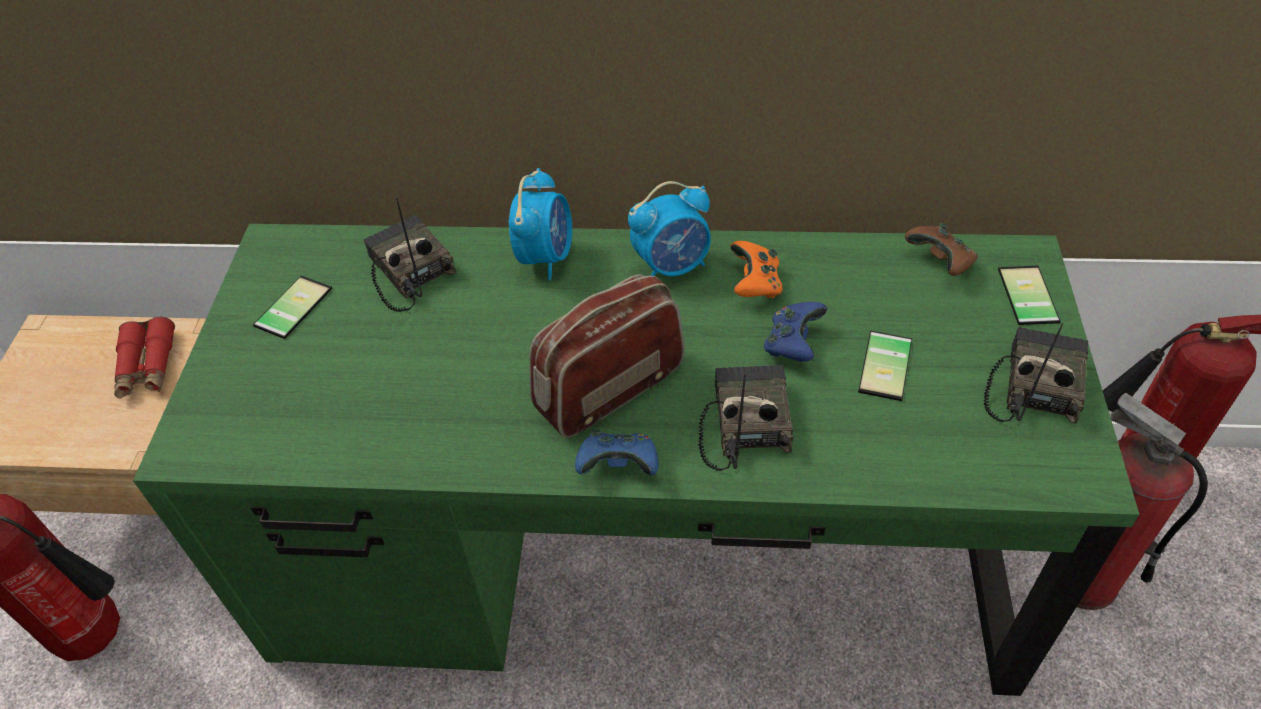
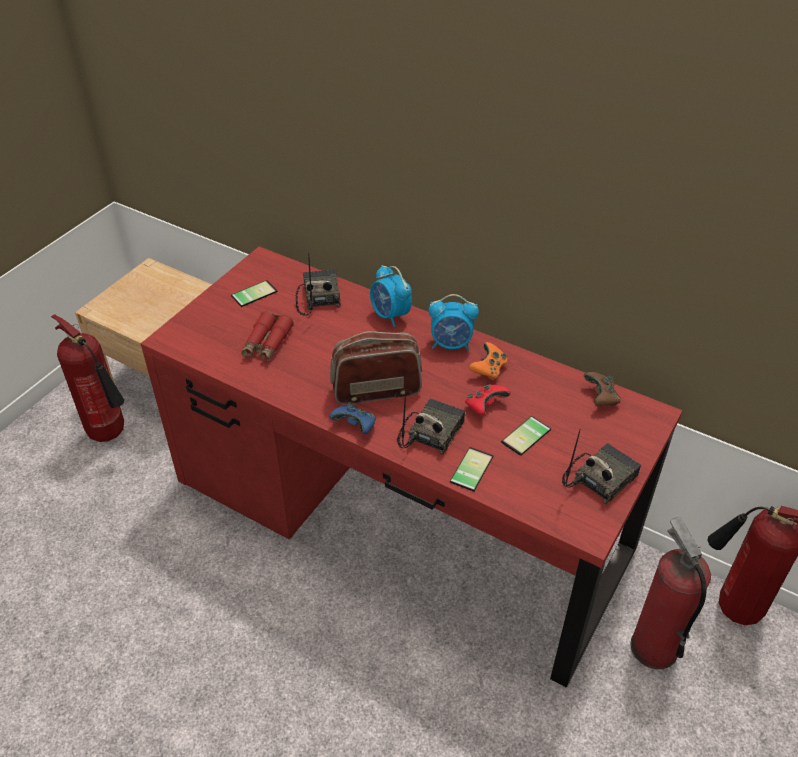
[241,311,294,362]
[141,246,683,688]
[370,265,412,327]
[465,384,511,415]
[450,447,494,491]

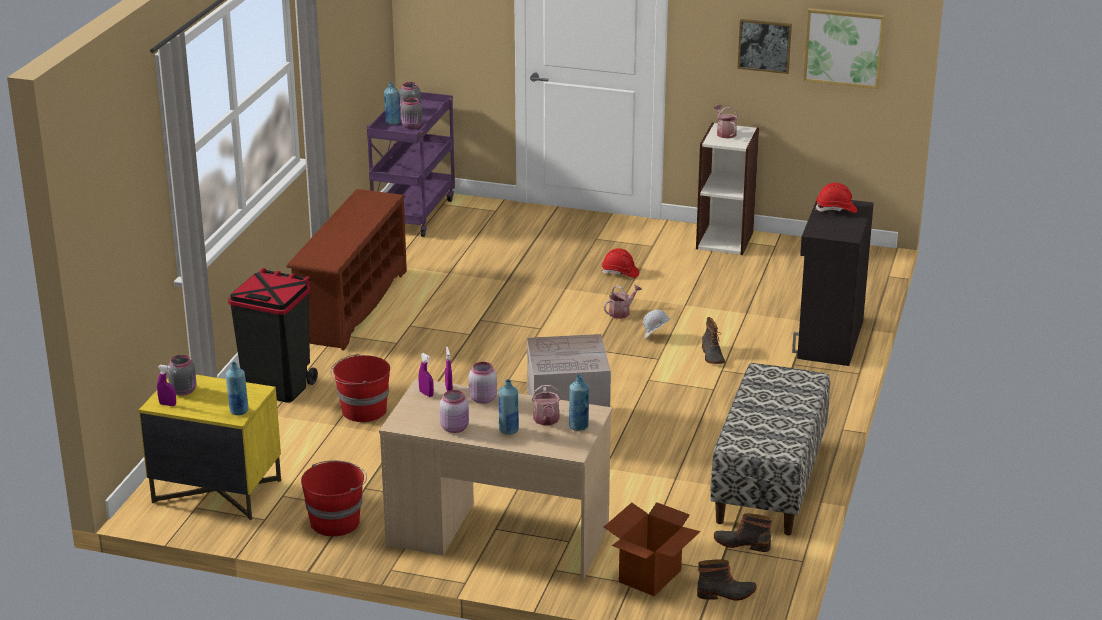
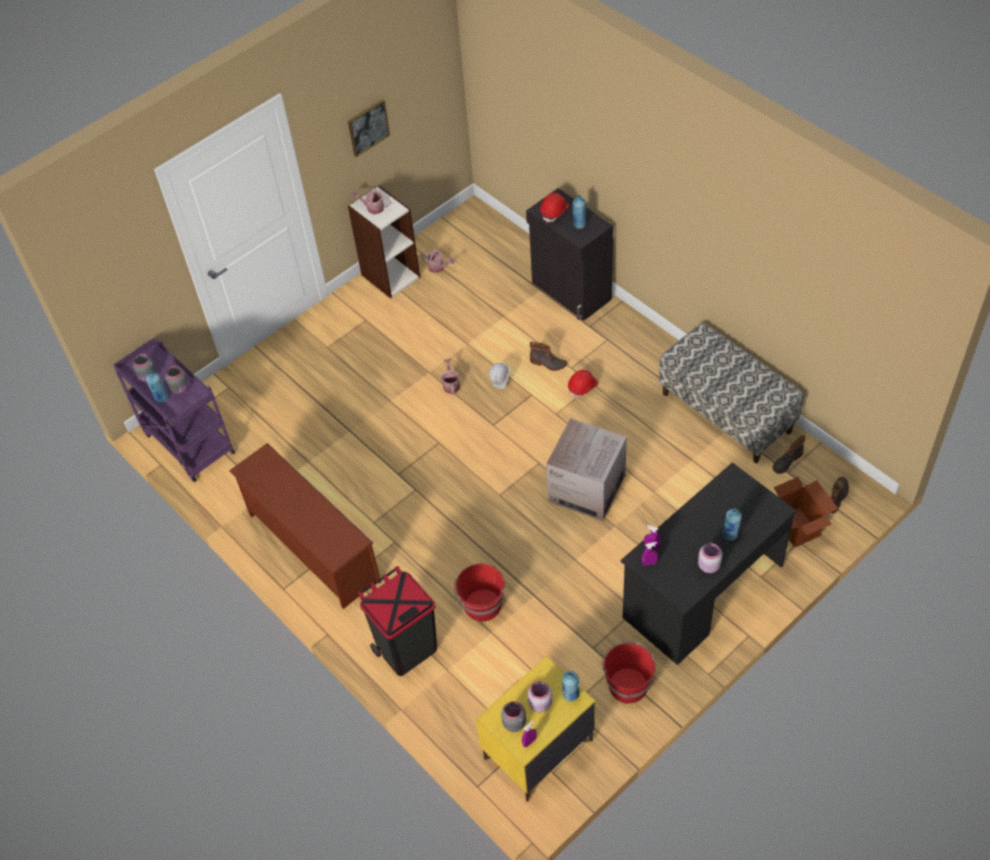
[621,462,797,665]
[528,681,552,712]
[421,248,455,273]
[573,195,587,229]
[568,370,598,398]
[803,8,885,89] (first image)

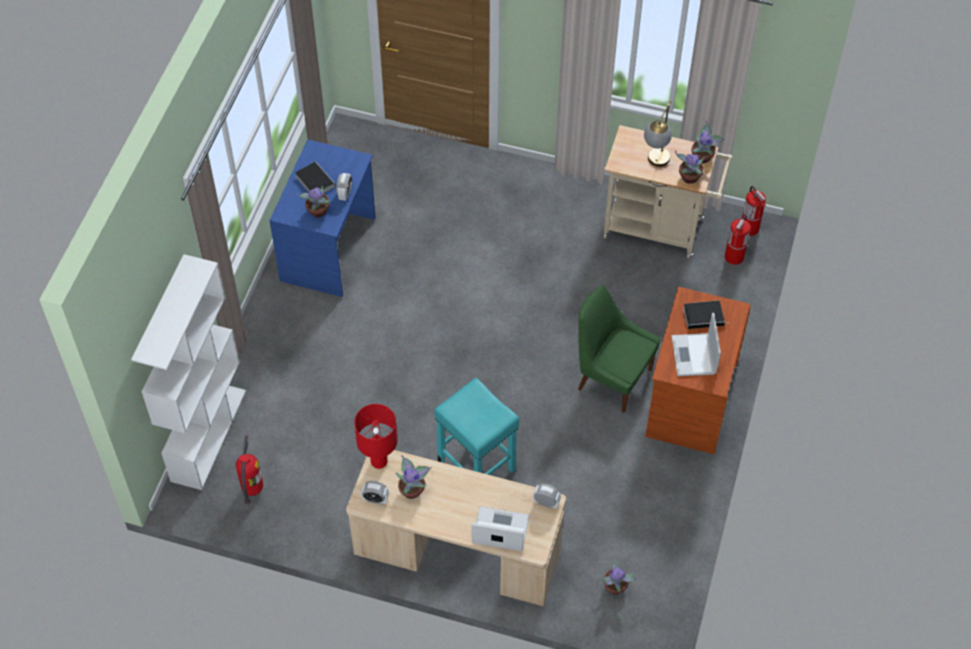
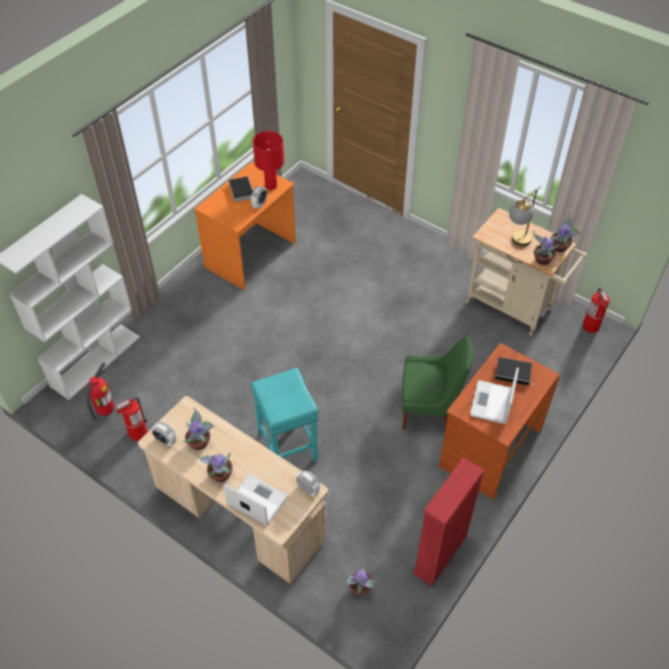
[194,162,296,290]
[197,452,233,482]
[253,131,284,190]
[402,336,474,430]
[116,397,147,441]
[413,457,484,586]

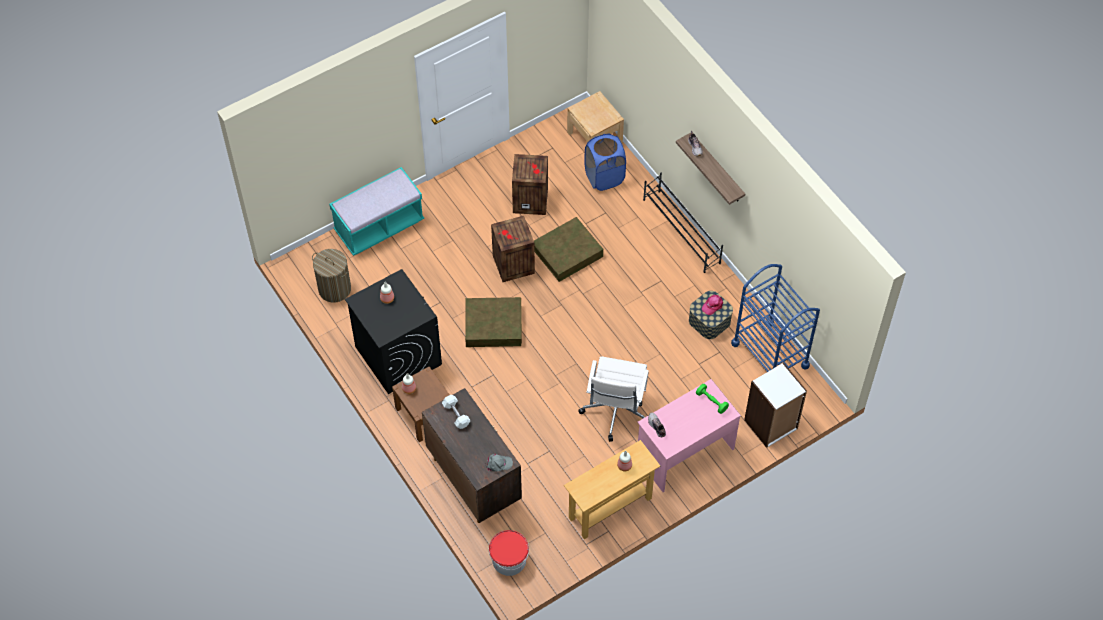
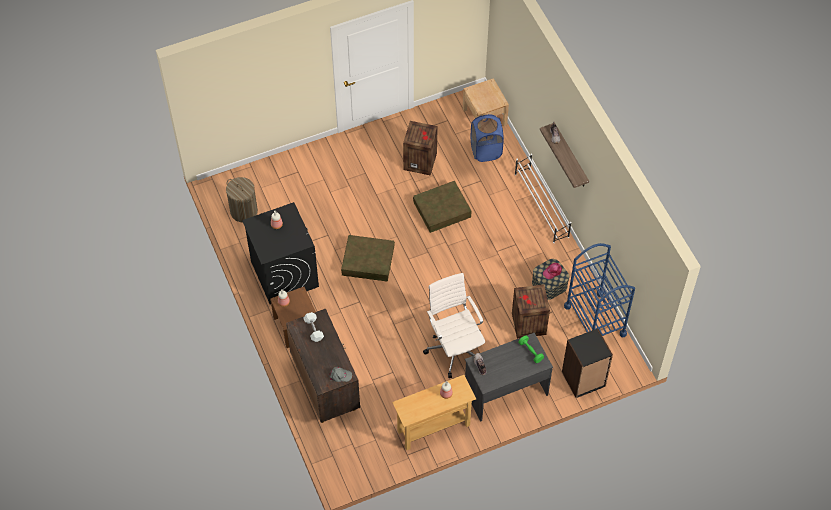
[329,167,424,256] (first image)
[489,530,529,576] (first image)
[512,284,550,339]
[423,273,485,378]
[465,333,553,422]
[515,154,571,243]
[562,328,613,398]

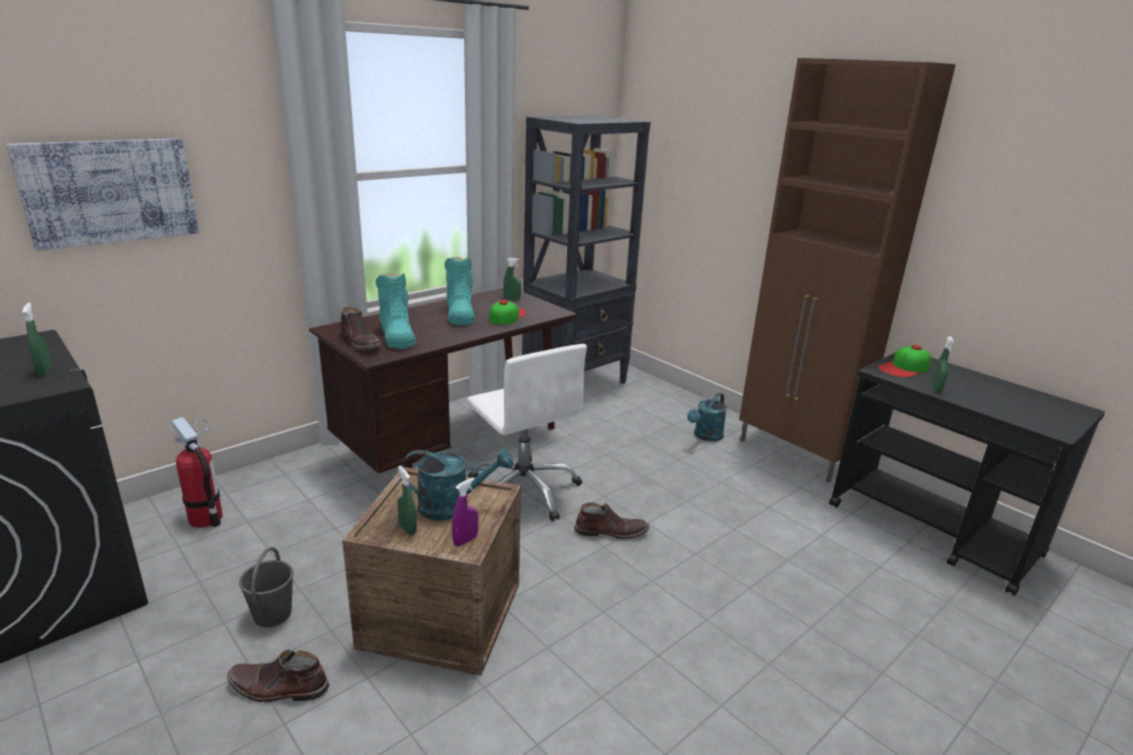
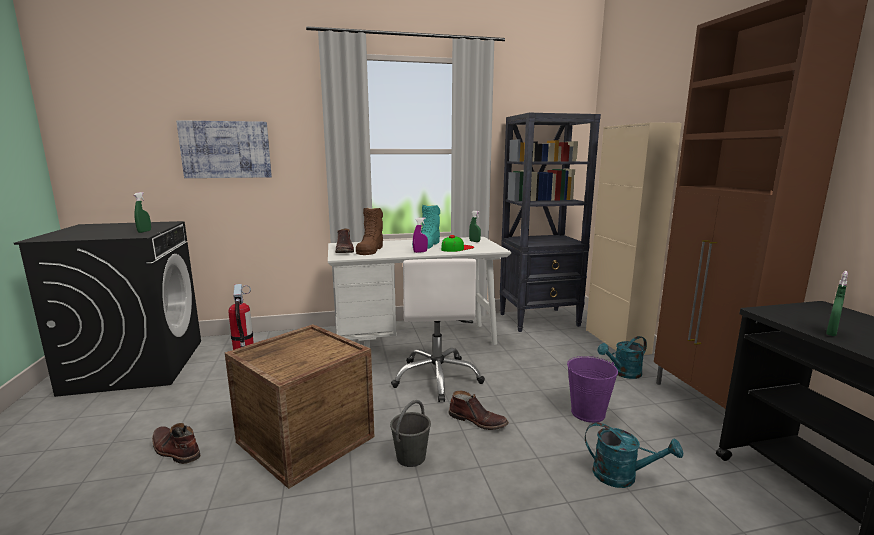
[390,400,431,467]
[328,237,511,348]
[356,208,383,255]
[398,466,417,535] (first image)
[585,422,683,488]
[413,217,428,253]
[878,345,931,377] (first image)
[567,356,618,423]
[586,122,682,355]

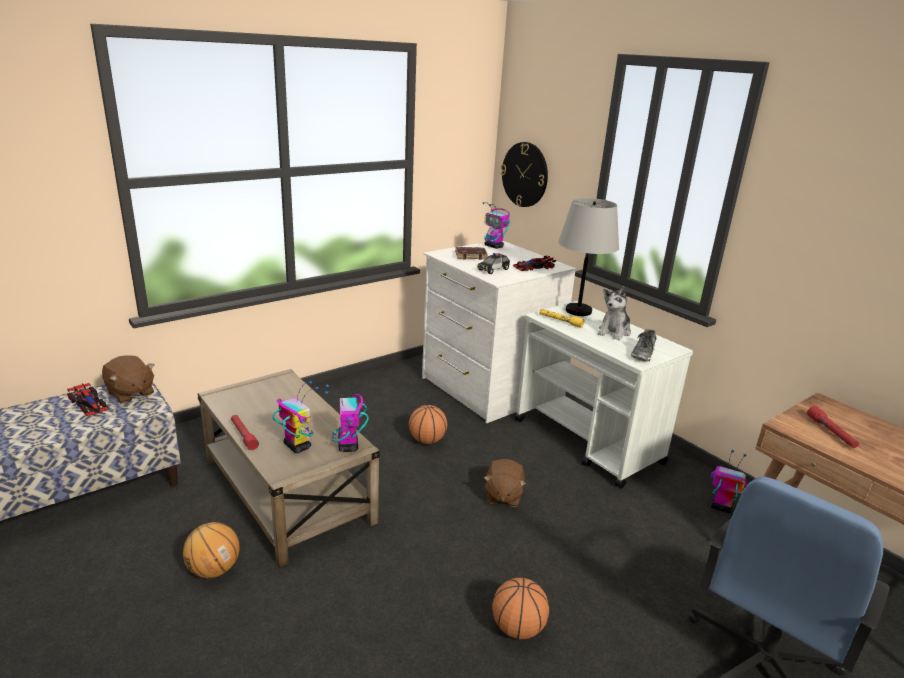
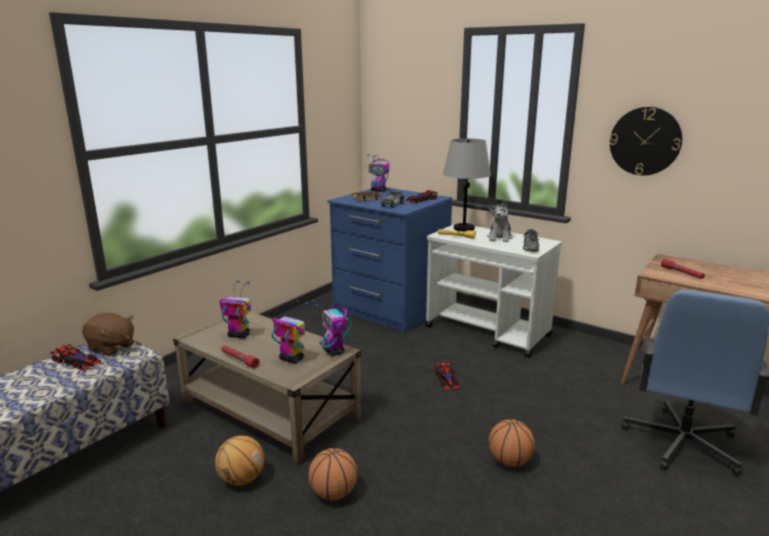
[308,448,357,500]
[327,188,453,333]
[435,363,459,389]
[610,107,682,175]
[220,280,251,338]

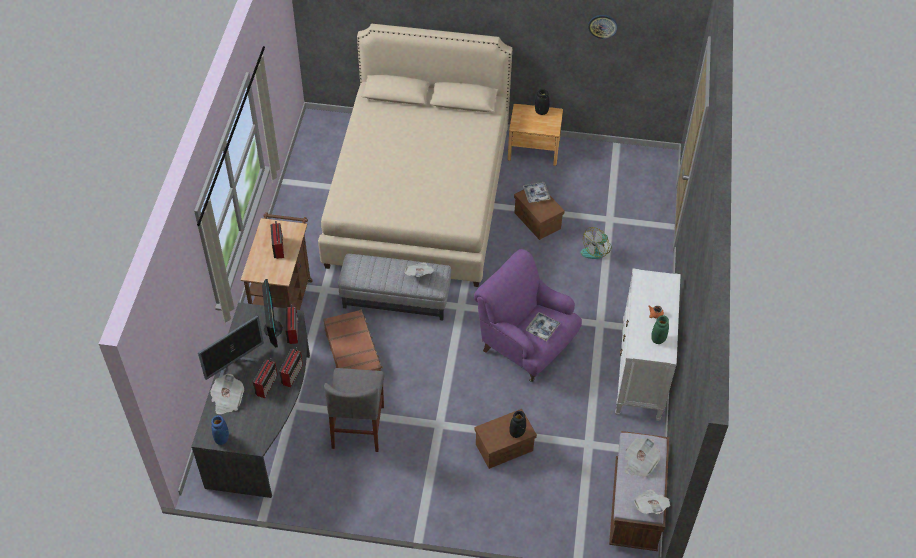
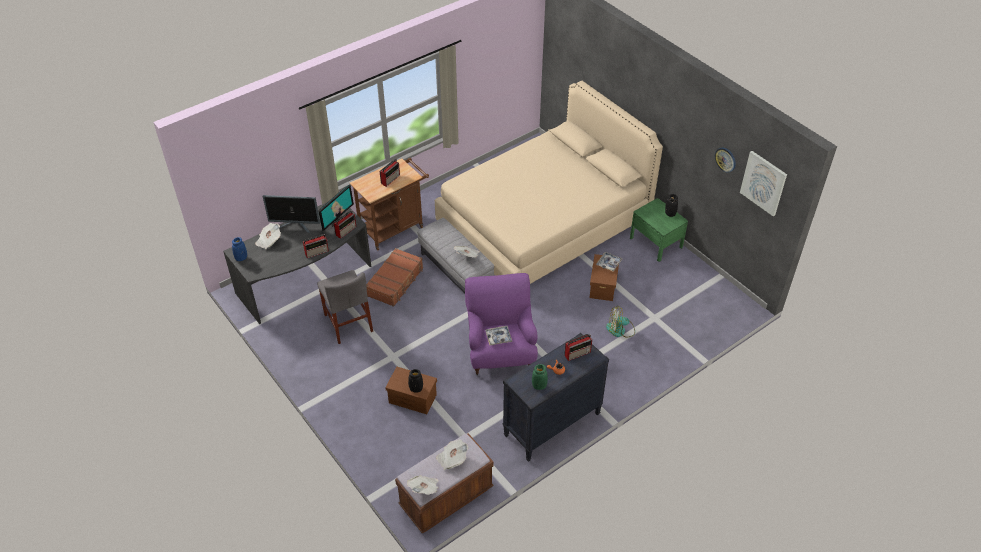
[564,334,592,361]
[317,270,373,344]
[630,198,688,262]
[503,333,609,462]
[740,151,787,216]

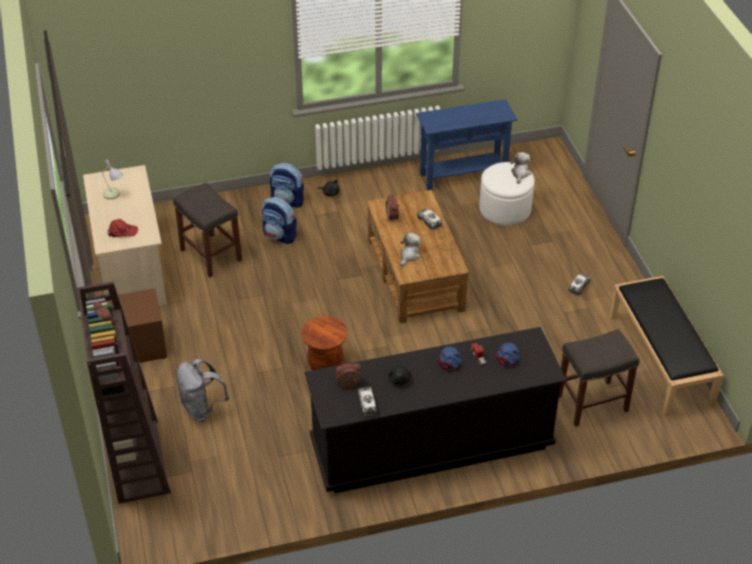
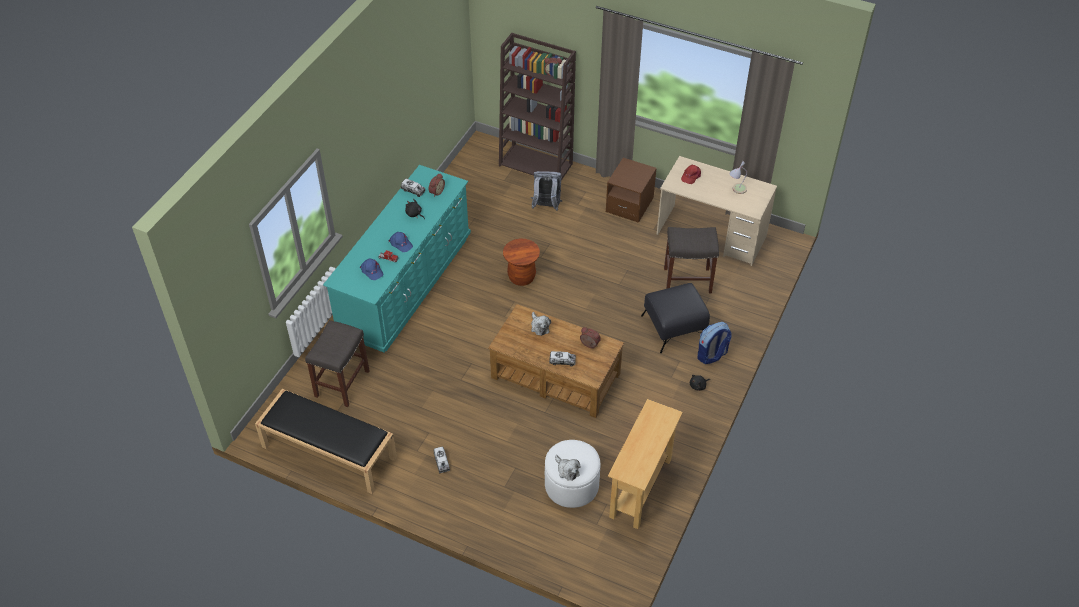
[641,283,710,353]
[323,165,471,352]
[608,399,683,529]

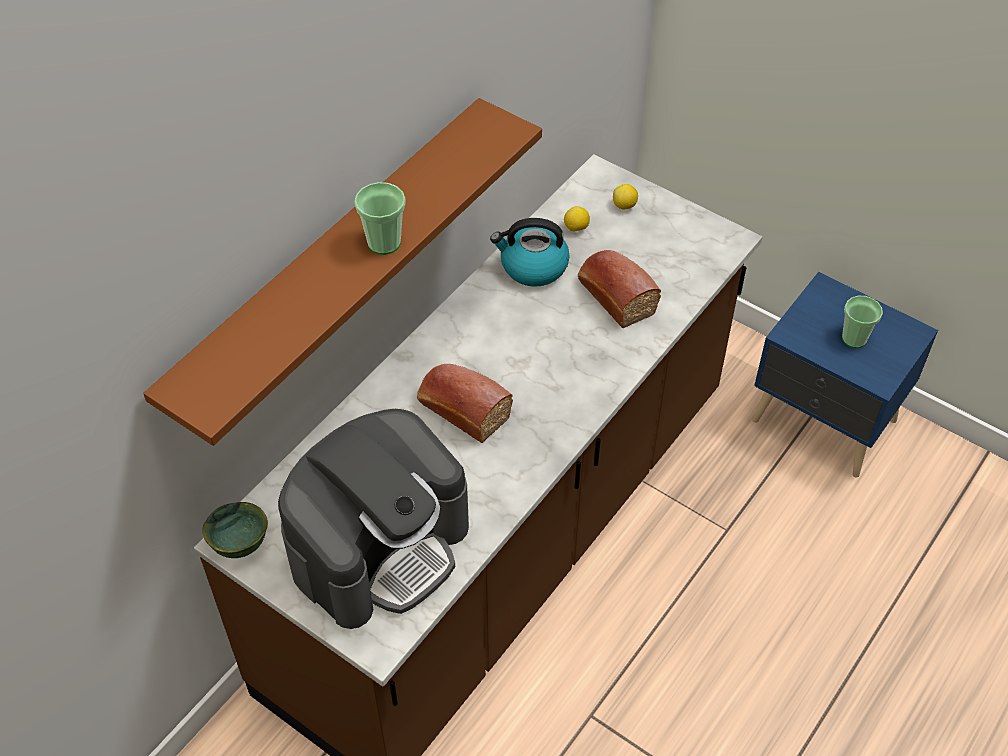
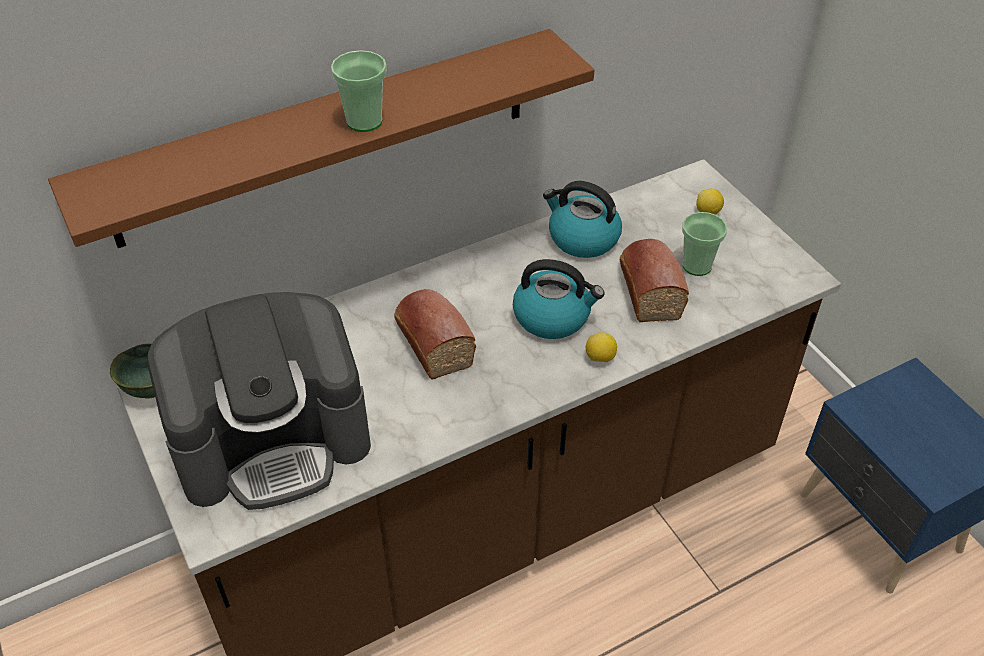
[586,332,617,362]
[682,212,727,276]
[513,259,605,339]

